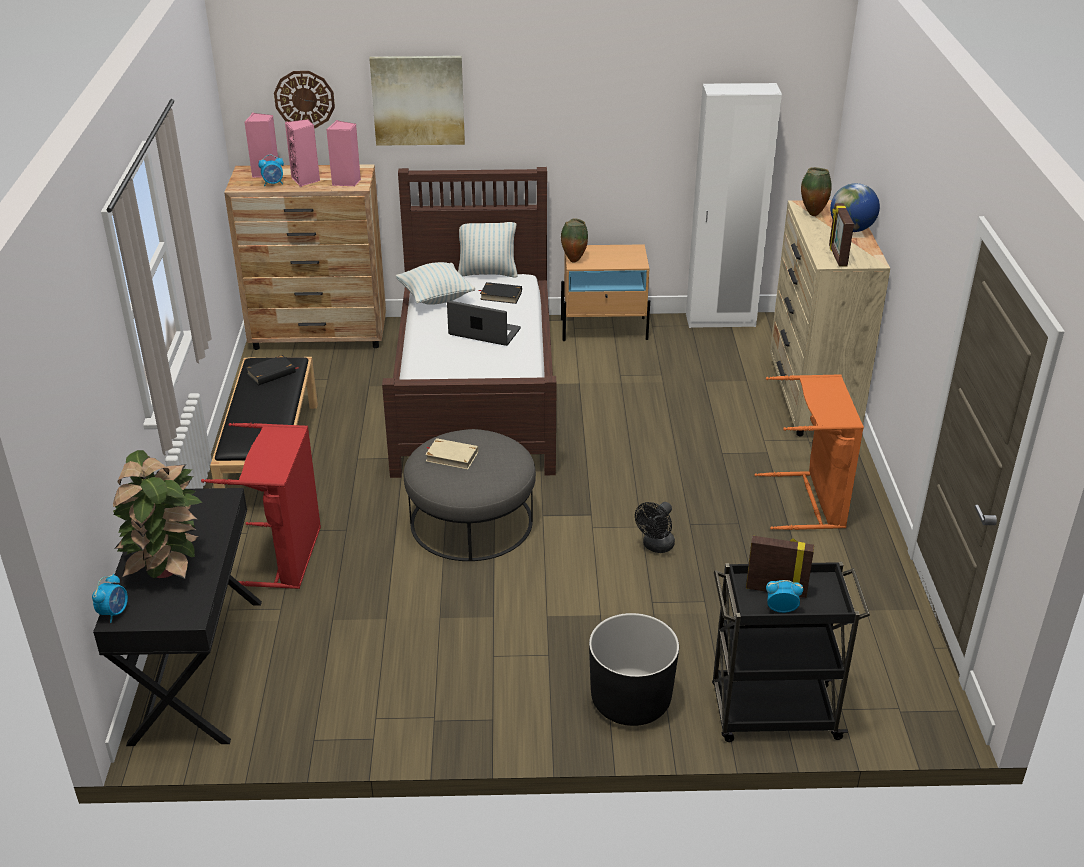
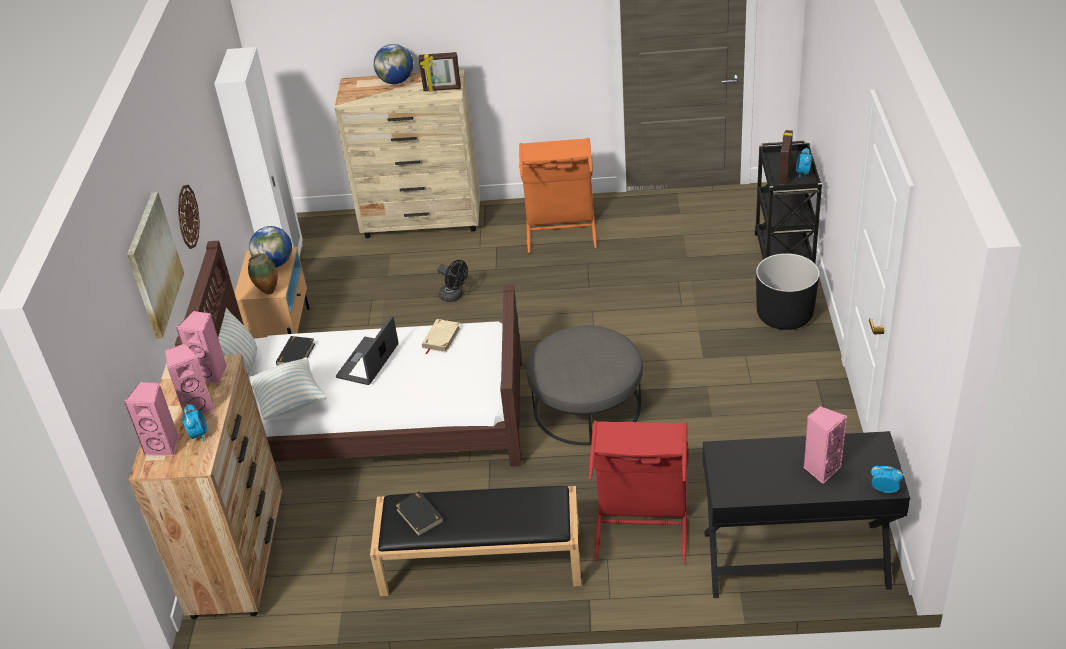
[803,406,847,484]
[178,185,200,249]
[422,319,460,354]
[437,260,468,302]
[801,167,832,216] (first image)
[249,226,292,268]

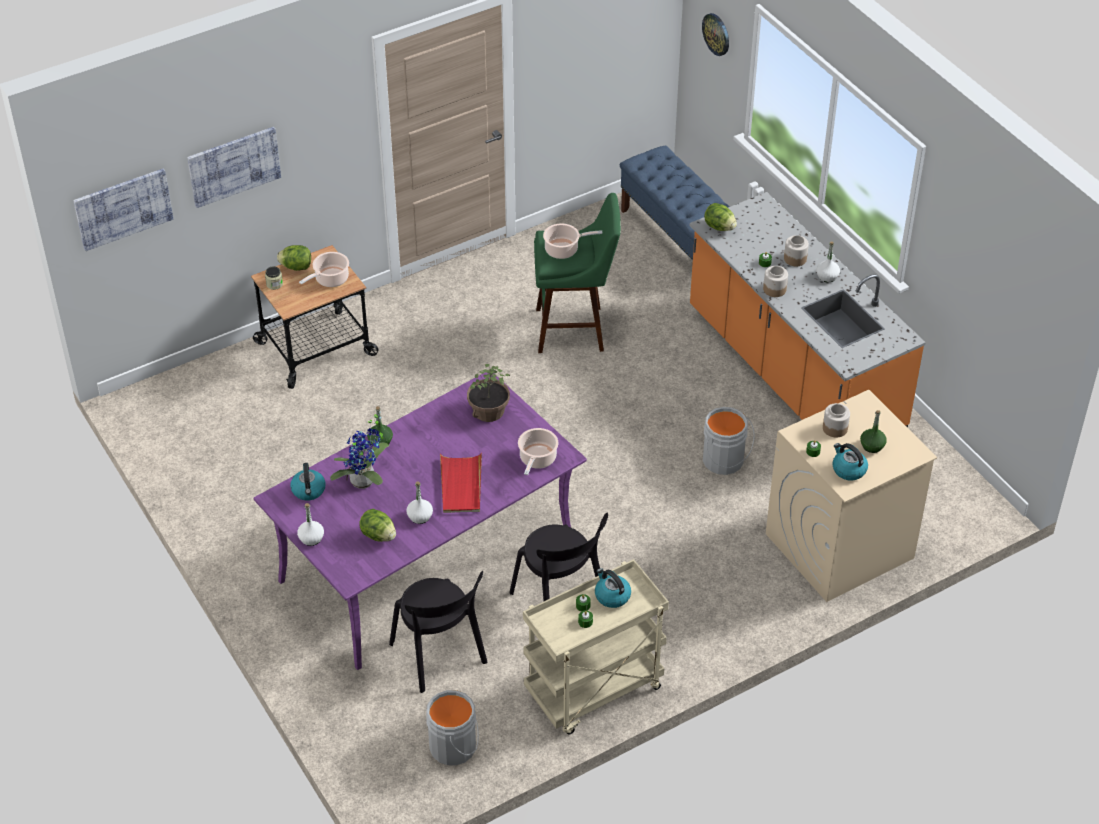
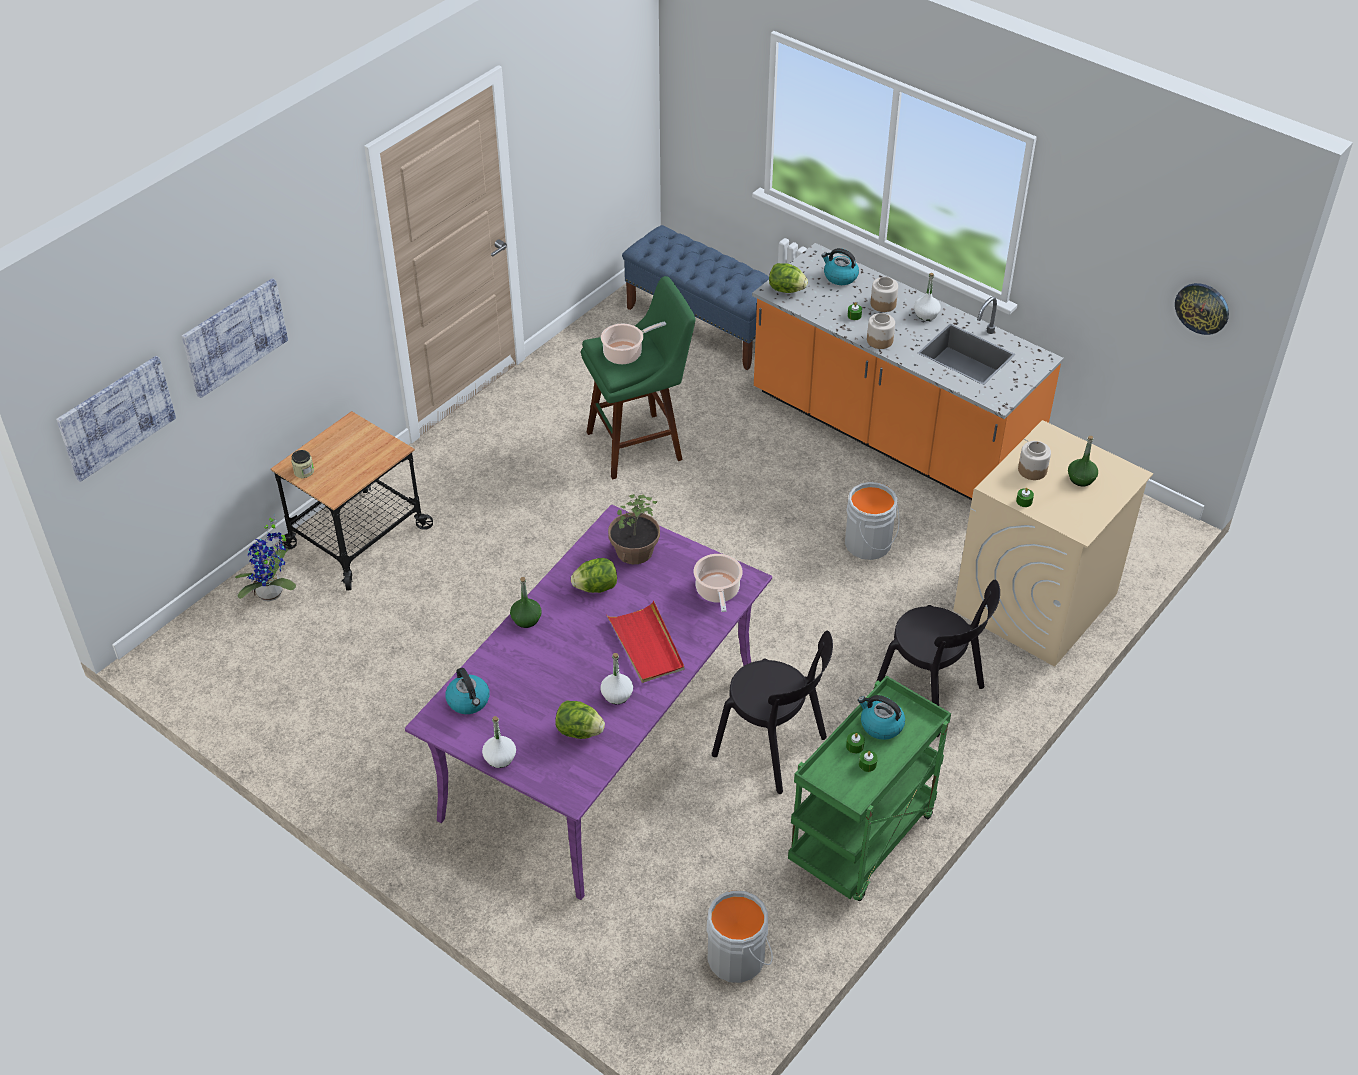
[571,558,617,593]
[299,252,349,287] (first image)
[235,514,296,601]
[876,580,1000,737]
[788,676,951,901]
[1175,283,1229,335]
[821,248,859,285]

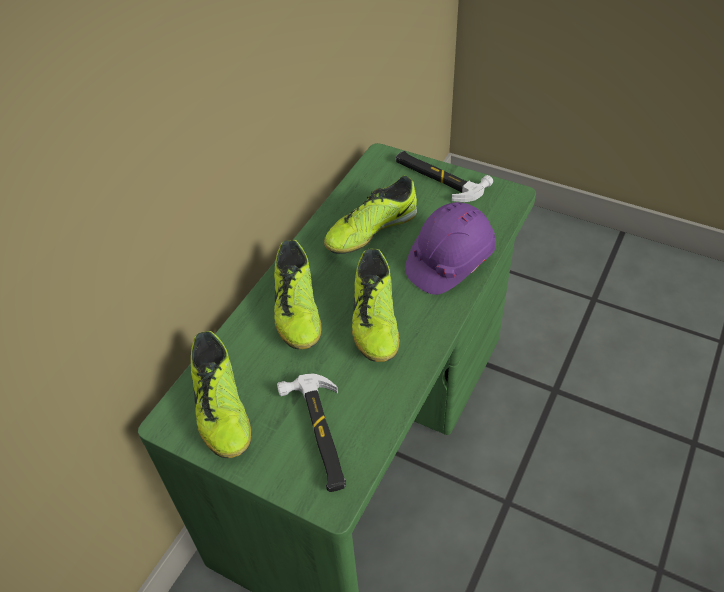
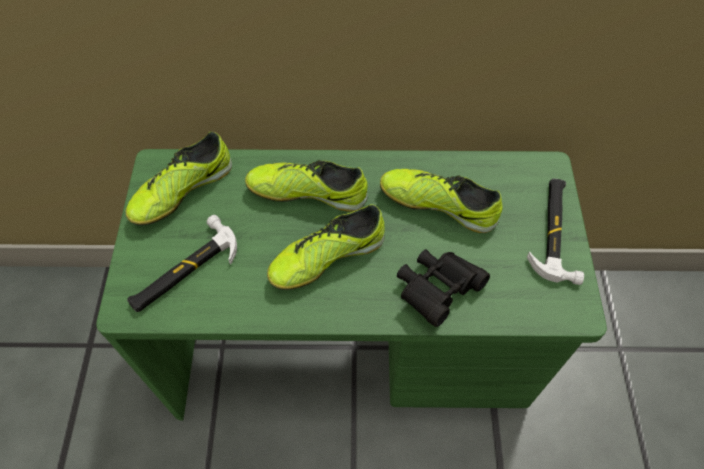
[245,160,368,212]
[397,249,490,327]

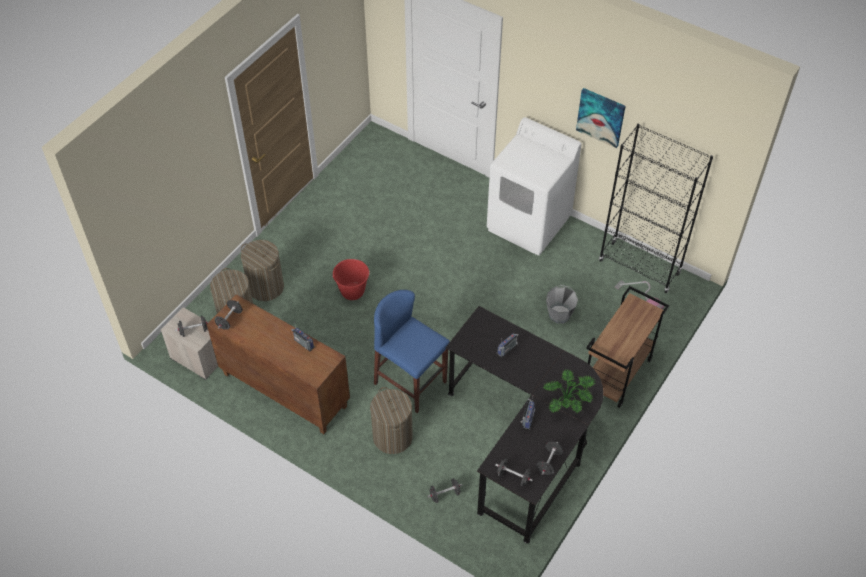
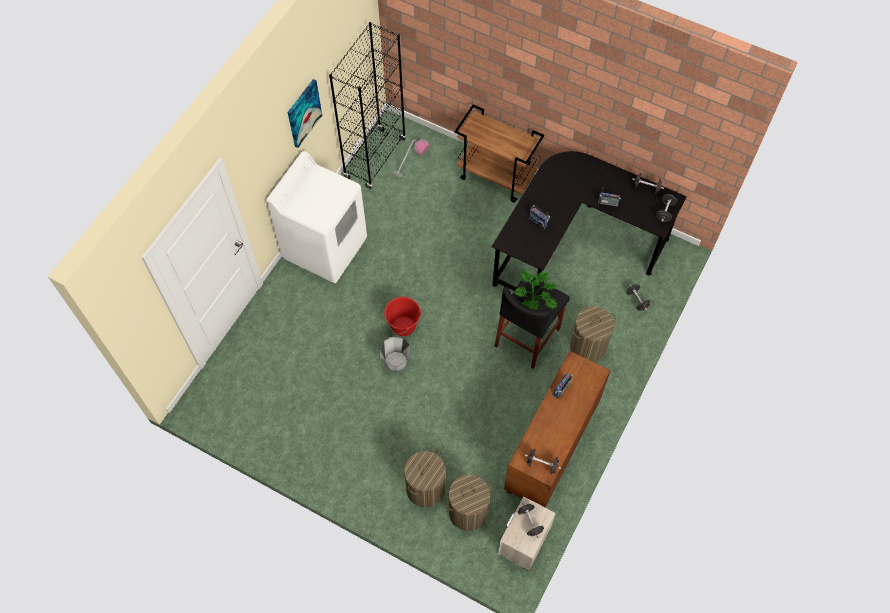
[384,297,421,336]
[495,275,570,369]
[514,270,557,310]
[379,337,411,372]

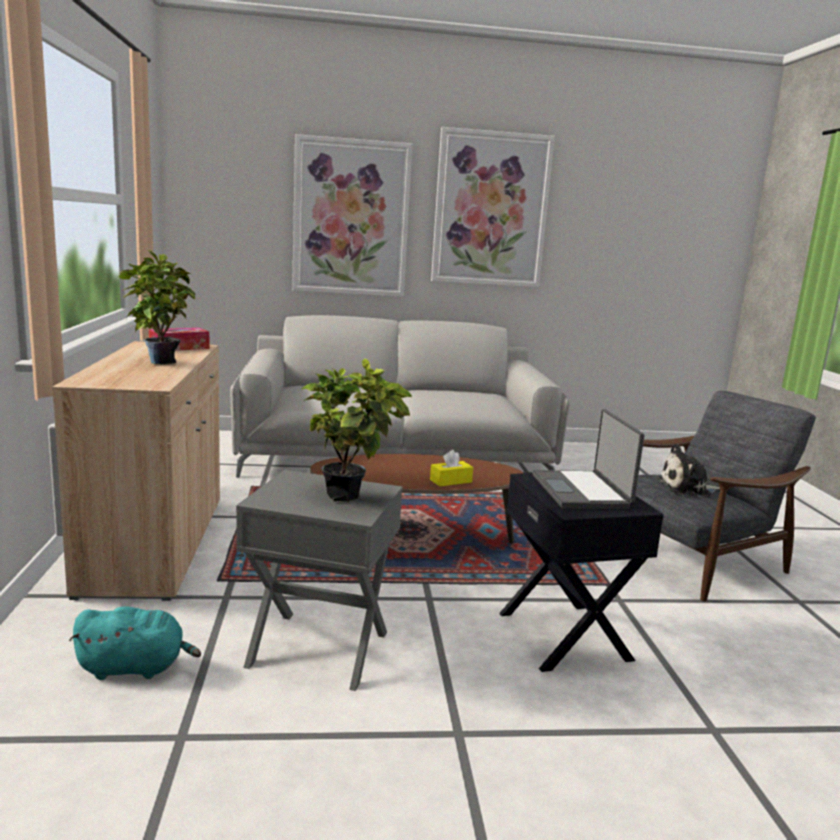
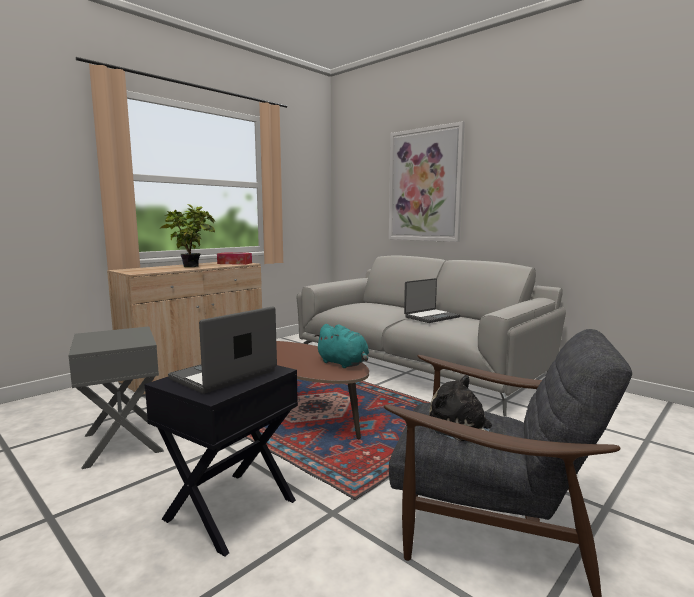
[314,324,369,368]
[302,358,412,502] (first image)
[430,450,473,486] (first image)
[431,127,555,287] (first image)
[404,278,460,323]

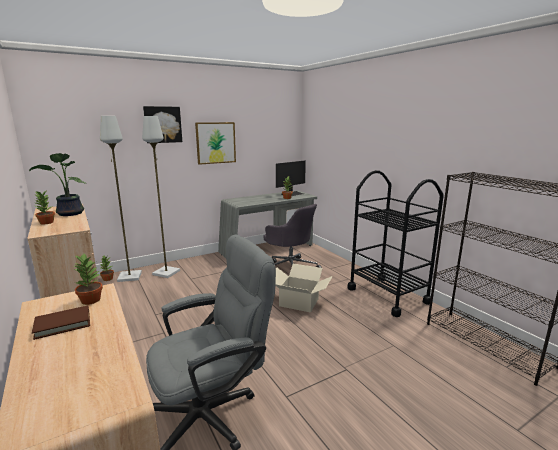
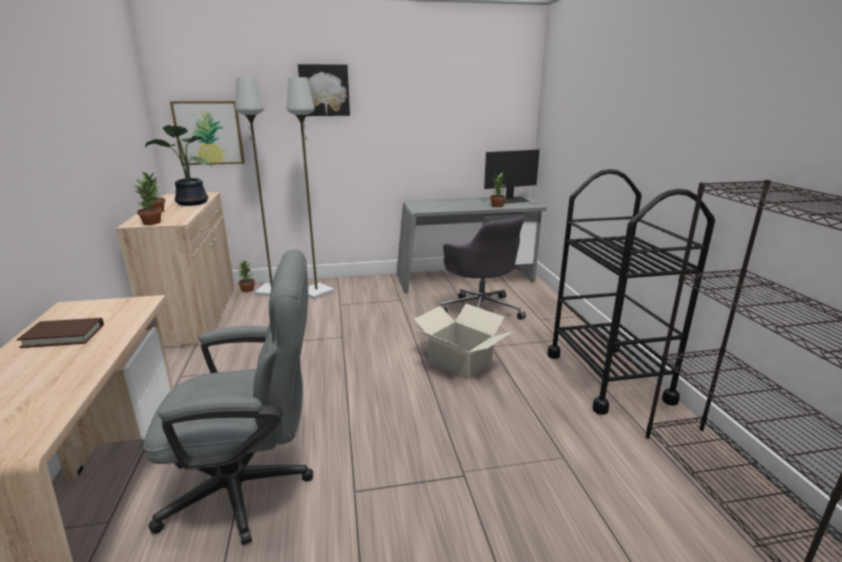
[134,179,162,225]
[170,101,245,165]

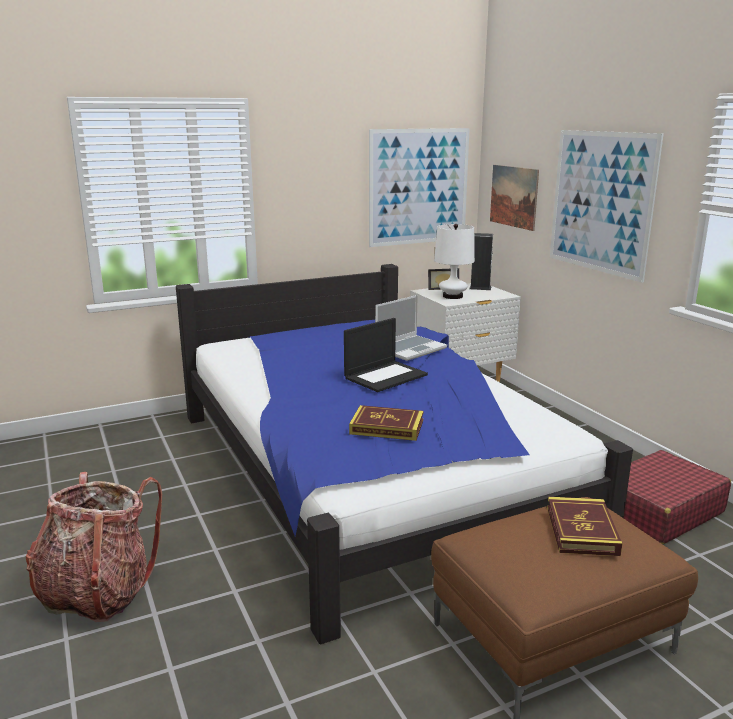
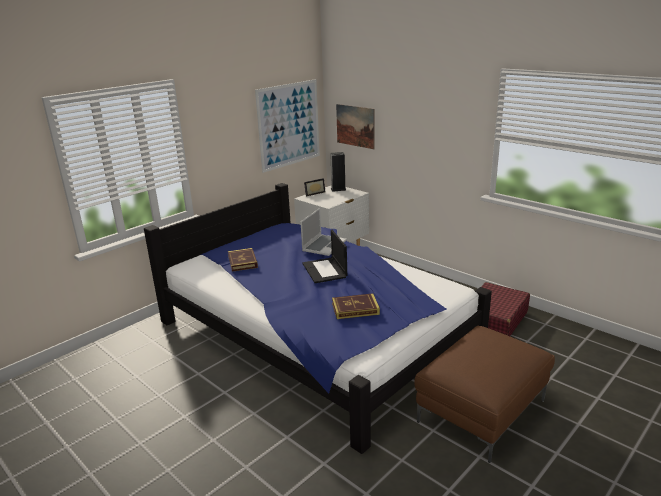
[26,472,162,622] (first image)
[302,230,347,283]
[434,224,475,299] (first image)
[228,248,258,272]
[550,130,664,283] (first image)

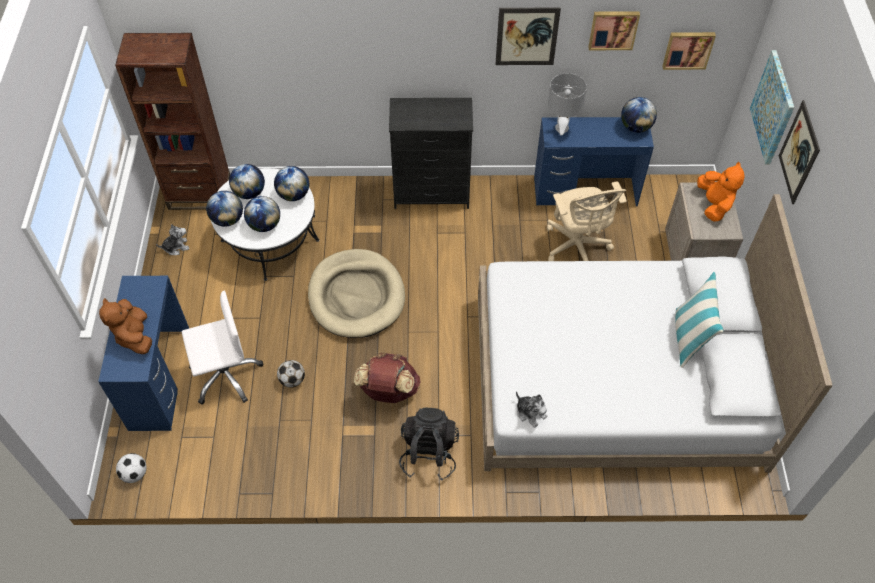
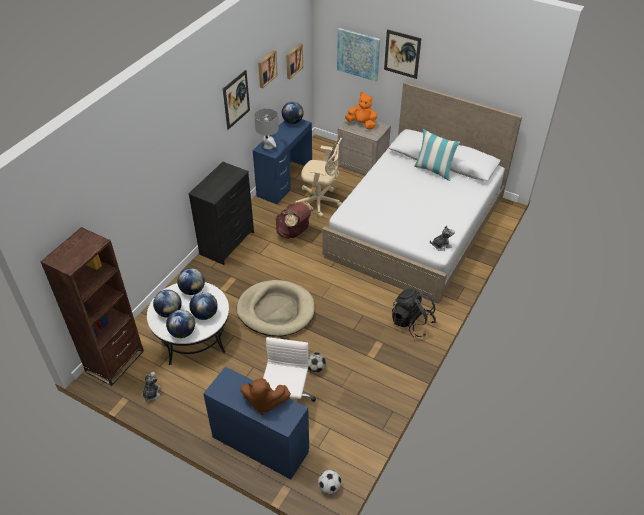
[275,202,315,239]

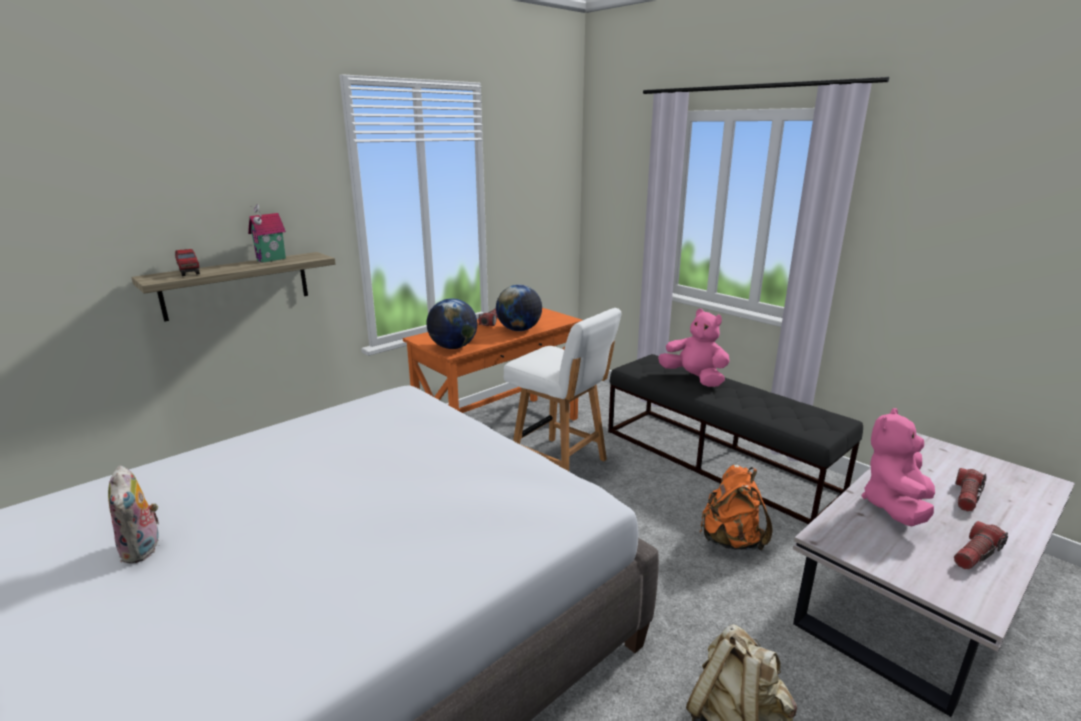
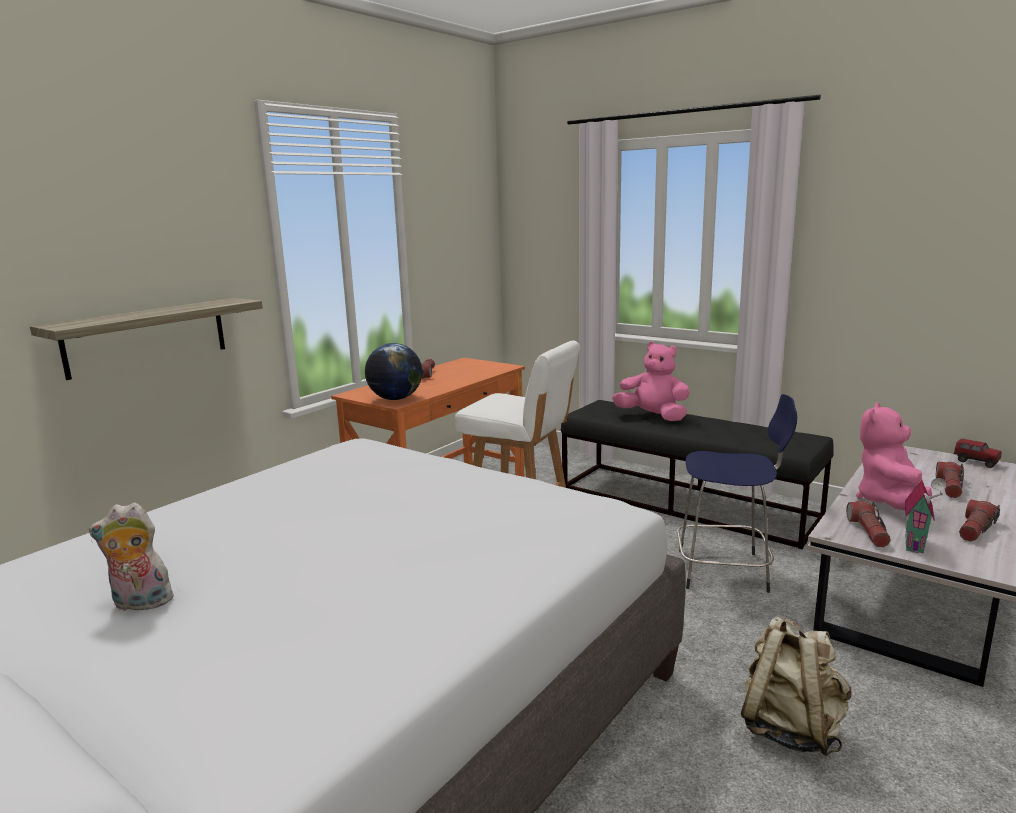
[89,502,176,611]
[954,438,1002,468]
[905,478,946,553]
[496,285,542,331] (first image)
[677,394,797,593]
[846,500,891,547]

